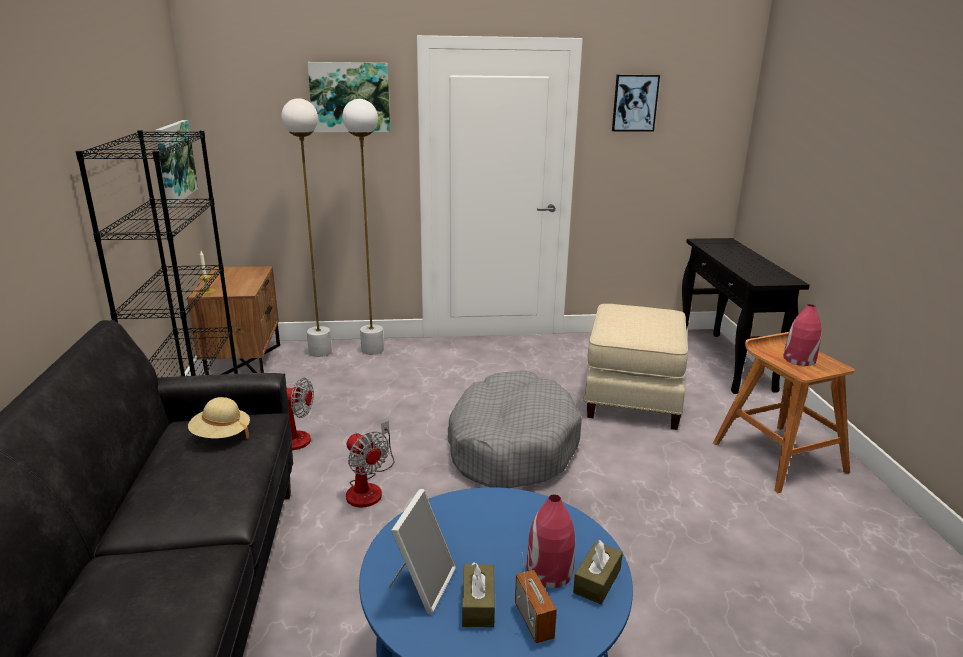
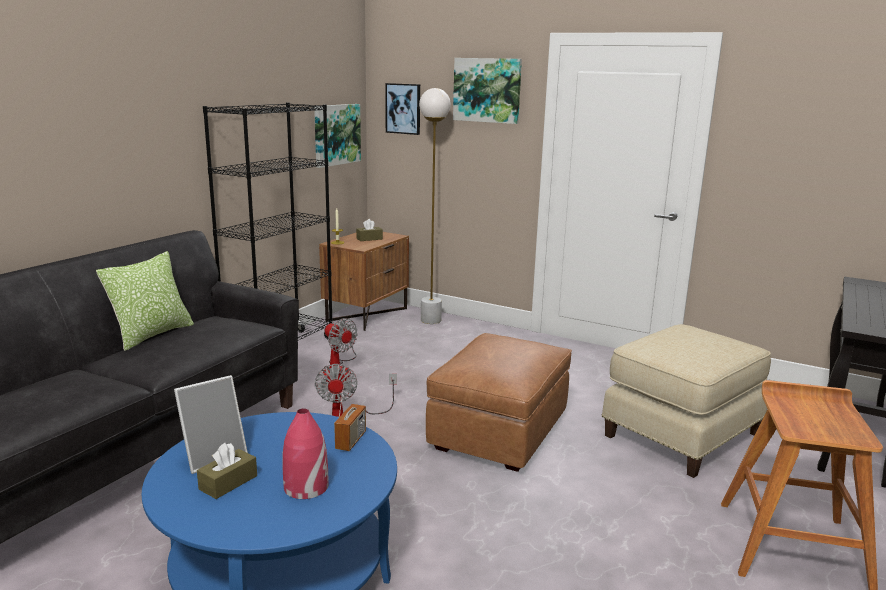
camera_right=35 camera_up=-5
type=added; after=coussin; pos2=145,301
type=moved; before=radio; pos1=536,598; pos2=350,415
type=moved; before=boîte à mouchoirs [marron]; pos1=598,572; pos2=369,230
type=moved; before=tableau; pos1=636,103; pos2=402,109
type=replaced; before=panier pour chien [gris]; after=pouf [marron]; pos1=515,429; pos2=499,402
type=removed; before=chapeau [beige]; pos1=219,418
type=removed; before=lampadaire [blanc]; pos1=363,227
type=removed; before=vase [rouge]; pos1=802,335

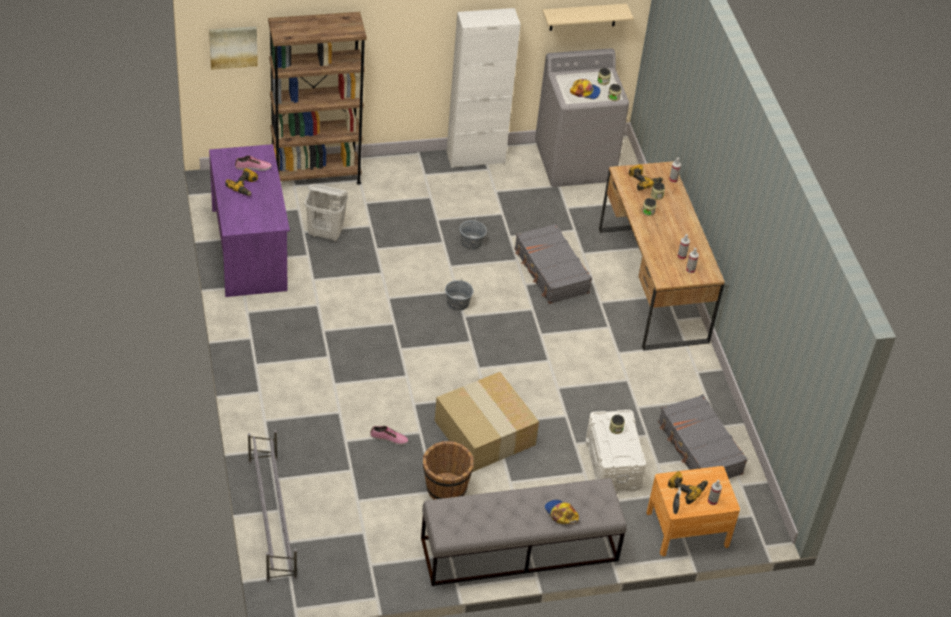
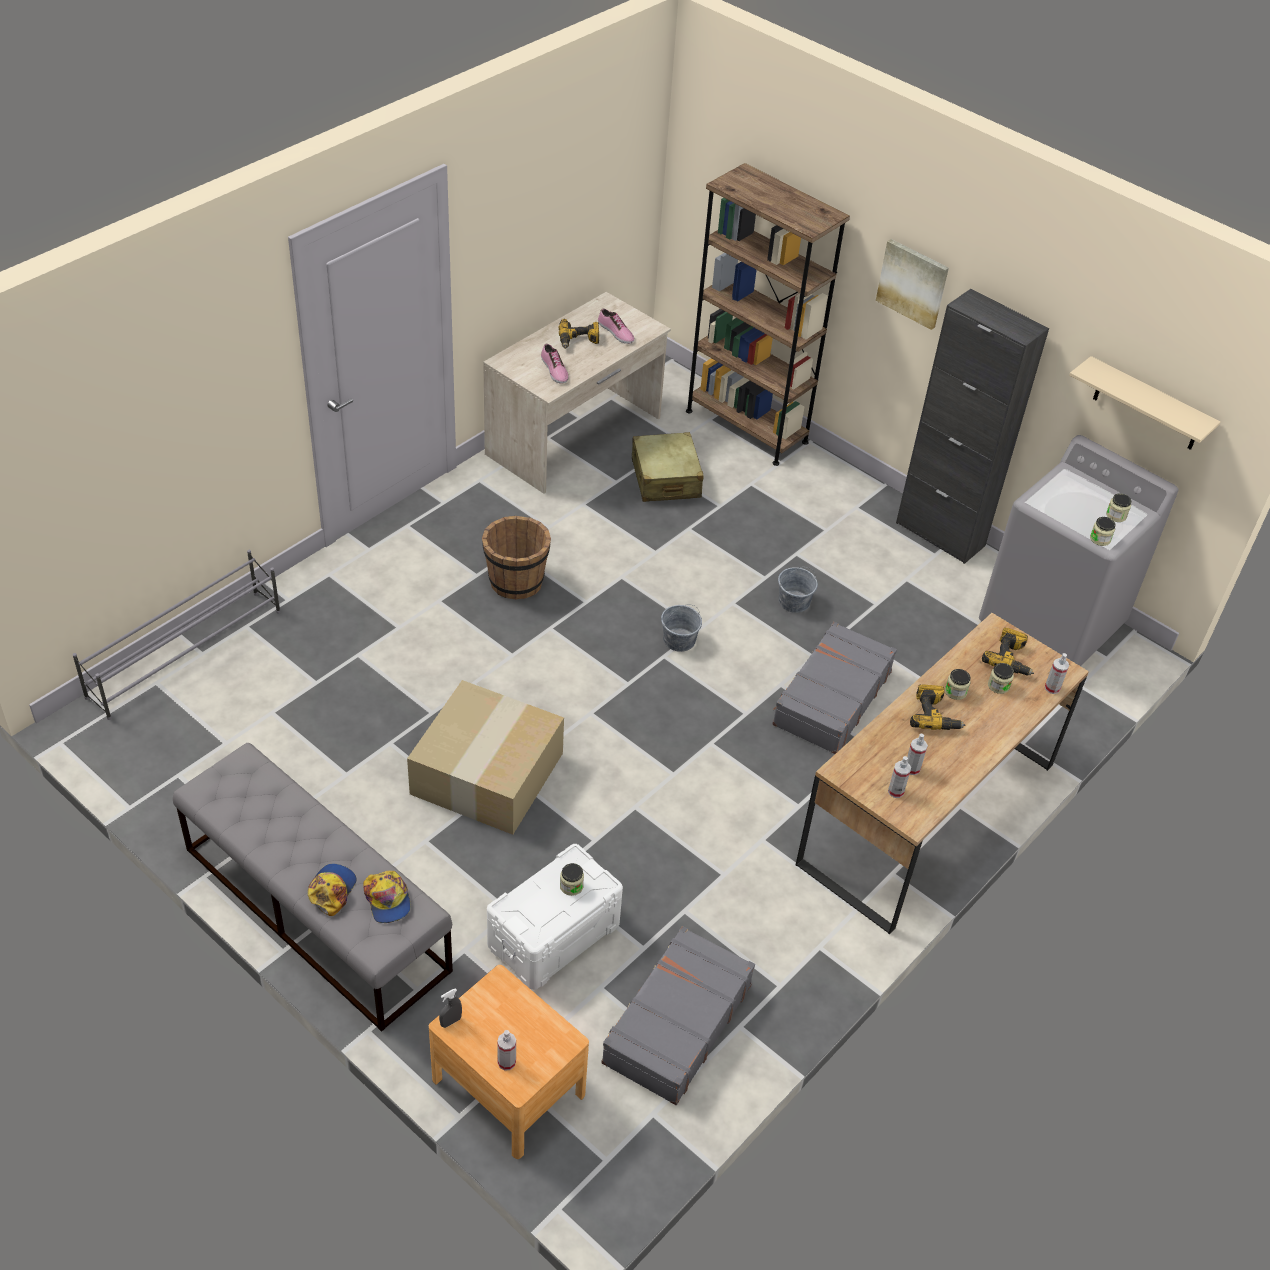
camera_right=55 camera_up=0
type=moved; before=casquette; pos1=585,89; pos2=386,897
type=moved; before=seau [marron]; pos1=448,470; pos2=516,557
type=recoloured; before=bureau [violet]; after=bureau [beige]; pos1=249,220; pos2=577,393
type=moved; before=chaussure; pos1=389,435; pos2=555,364
type=replaced; before=panier à linge [blanc]; after=valise [beige]; pos1=326,213; pos2=668,467
type=moved; before=tableau; pos1=233,48; pos2=912,284
type=recoloured; before=meuble de rangement [blanc]; after=meuble de rangement [noir]; pos1=483,88; pos2=972,426
type=moved; before=perceuse; pos1=687,487; pos2=937,707

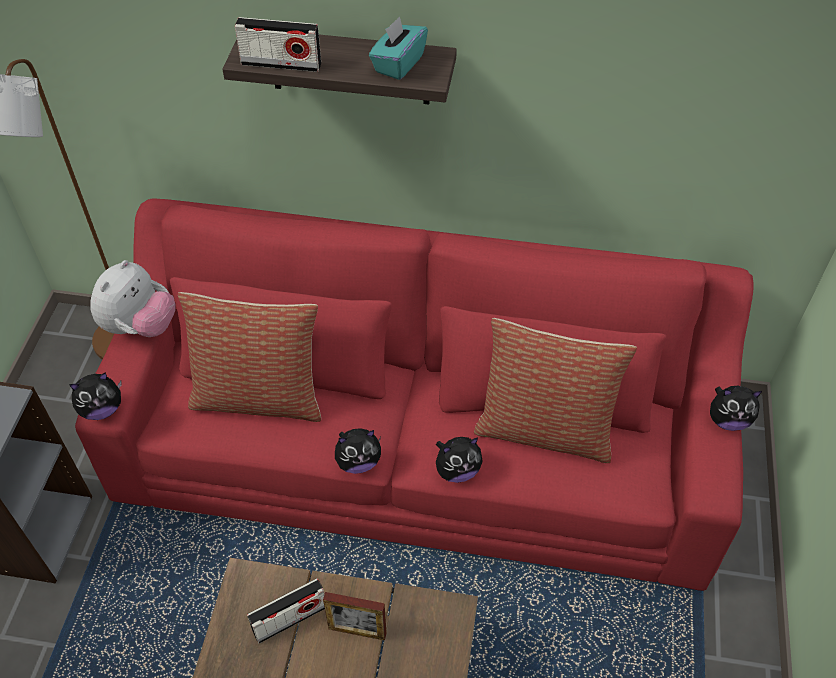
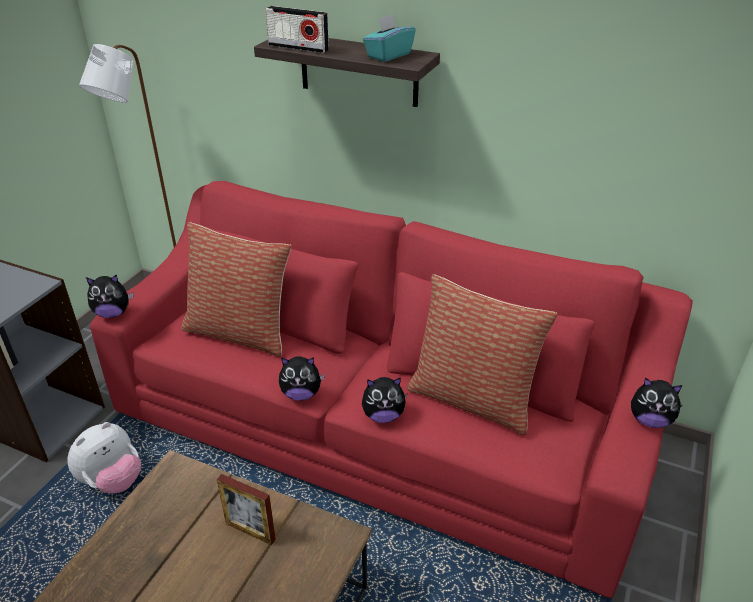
camera_right=15 camera_up=-15
type=moved; before=peluche; pos1=133,298; pos2=104,458
type=removed; before=radio; pos1=286,610

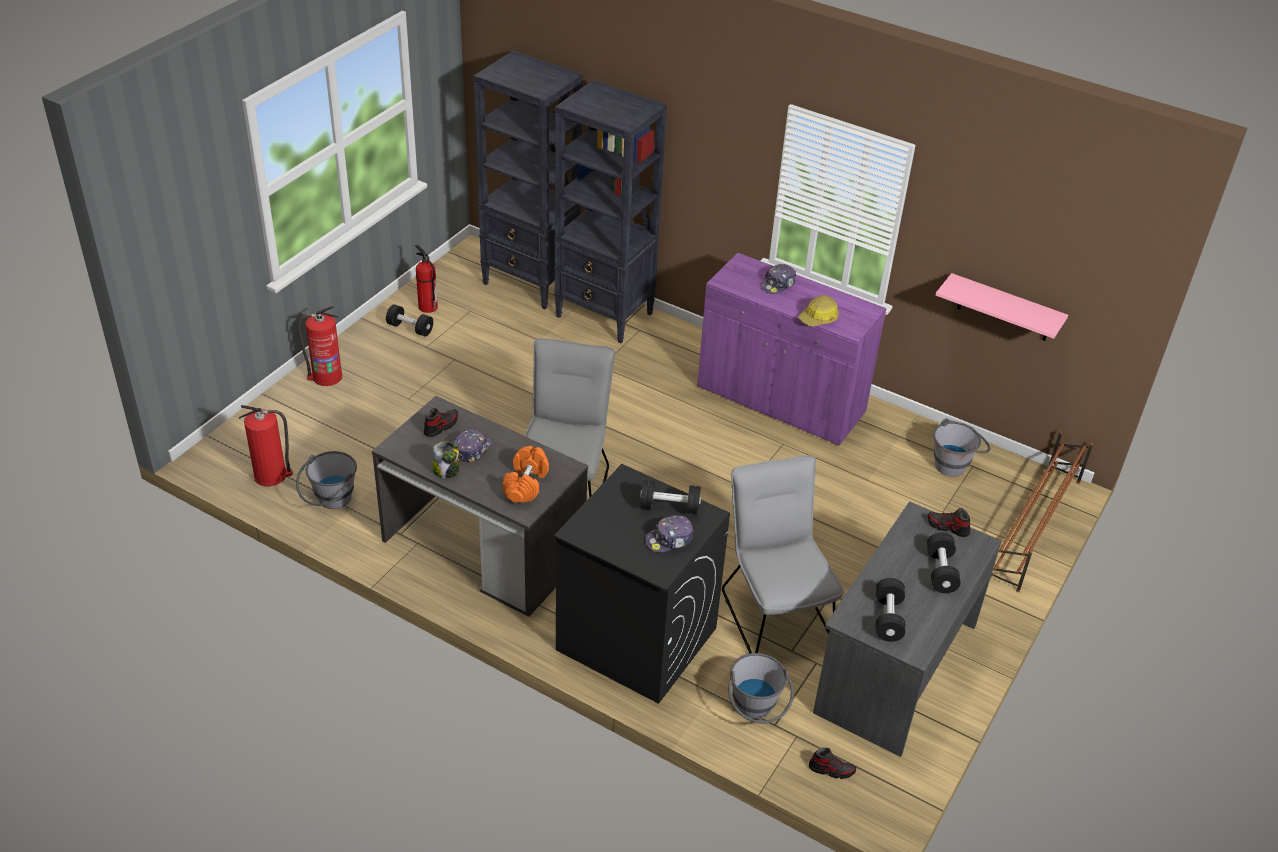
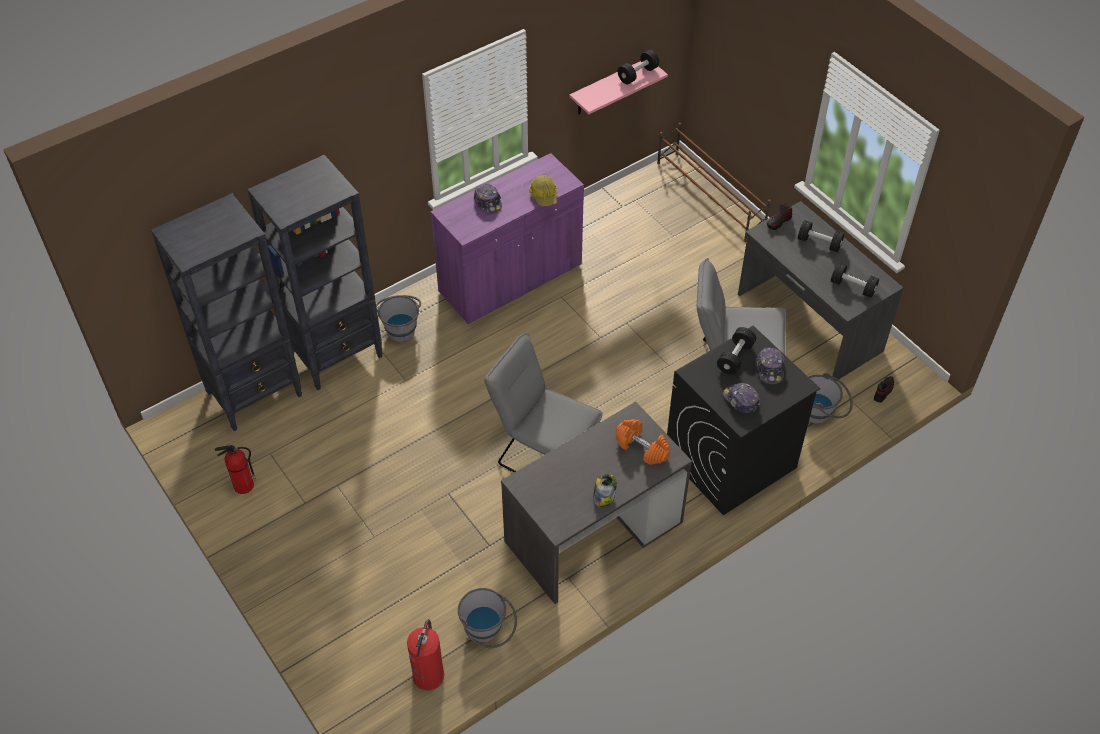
camera_right=-65 camera_up=10
type=moved; before=seau [gris]; pos1=961,447; pos2=398,318
type=moved; before=haltère [noir]; pos1=409,320; pos2=638,67
type=moved; before=casquette; pos1=472,446; pos2=741,398
type=removed; before=extincteur; pos1=320,346
type=removed; before=chaussure; pos1=441,422

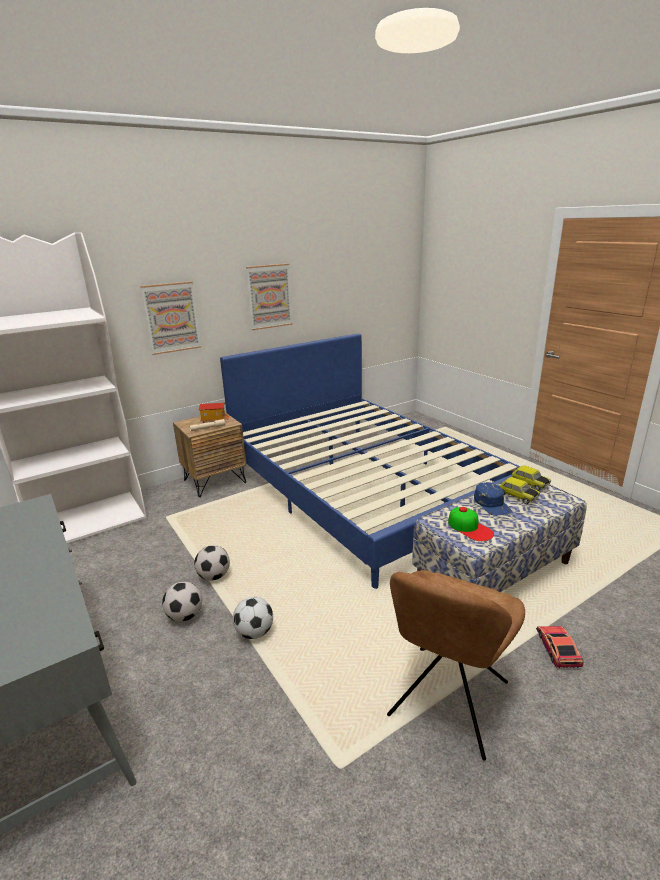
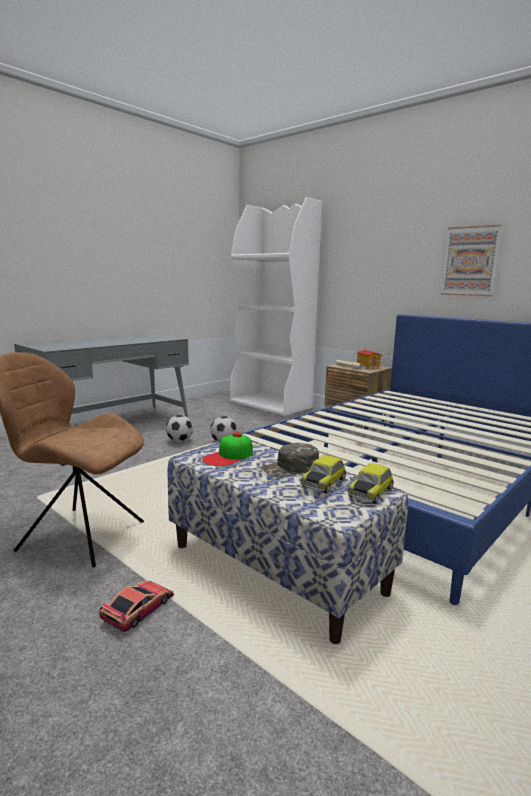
camera_right=75 camera_up=-10
type=turned; before=petite voiture; pos1=560,647; pos2=136,606; turn=-45
type=recoloured; before=casquette [bleu]; after=casquette [vert]; pos1=493,499; pos2=289,460
type=removed; before=tableau; pos1=171,318
type=removed; before=ballon de foot; pos1=253,618

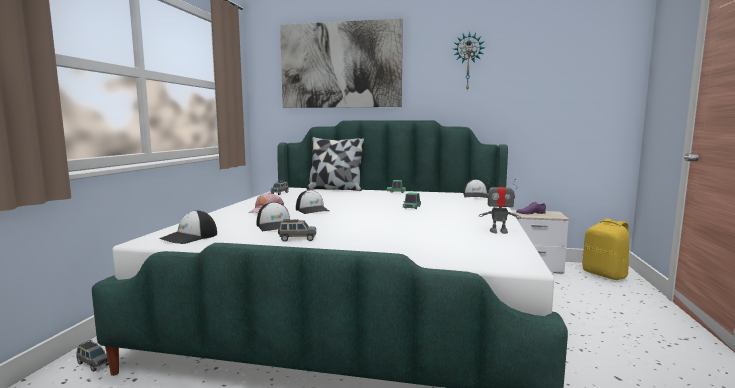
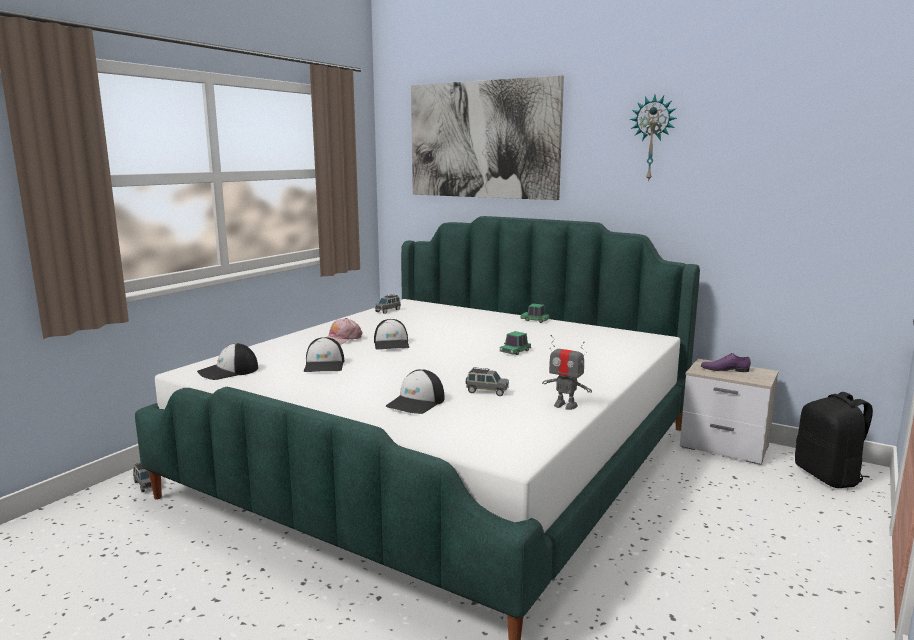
camera_right=20 camera_up=5
type=moved; before=casquette; pos1=475,188; pos2=415,391
type=moved; before=petite voiture [gris]; pos1=297,231; pos2=487,381
type=recoloured; before=sac à dos [jaune]; after=sac à dos [noir]; pos1=605,249; pos2=834,440
type=removed; before=coussin; pos1=335,164

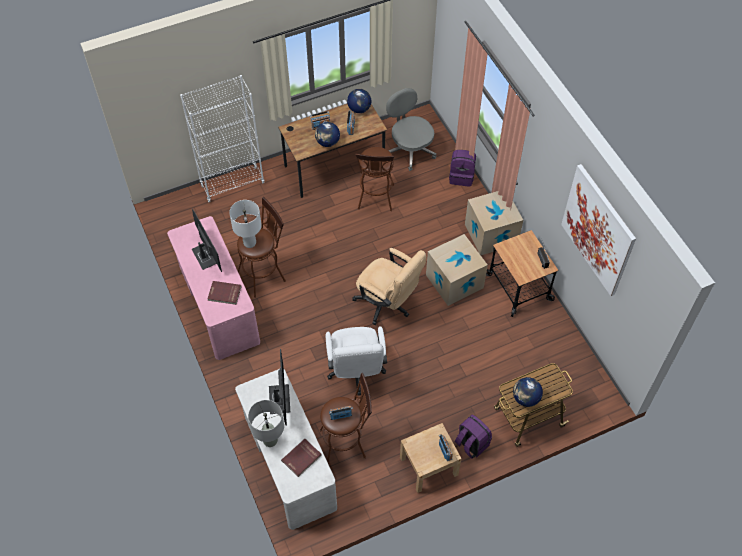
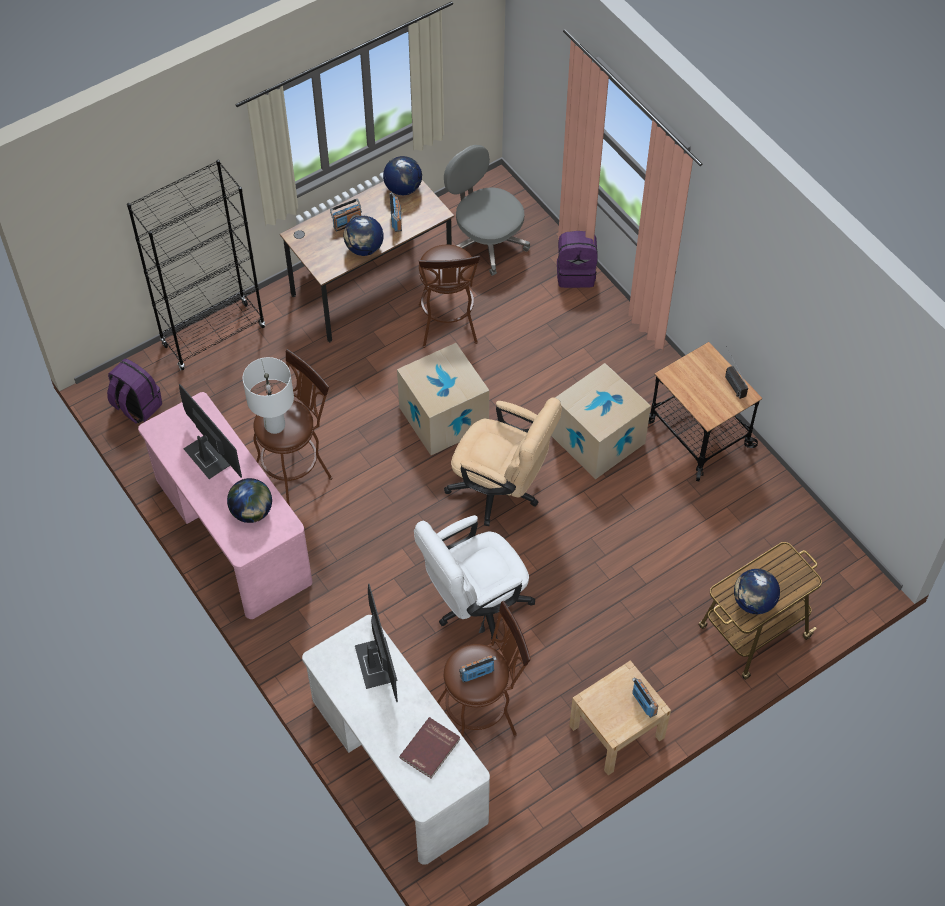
camera_right=-10 camera_up=0
type=moved; before=sac à dos [violet]; pos1=473,436; pos2=134,390
type=recoloured; before=bibliothèque [blanc]; after=bibliothèque [noir]; pos1=222,138; pos2=196,265
type=replaced; before=livre [rouge]; after=globe; pos1=224,293; pos2=249,500
type=moved; before=carton; pos1=494,223; pos2=443,399
type=turned; before=chaise de bureau [blanc]; pos1=356,361; pos2=474,579; turn=75
type=removed; before=lampe de table [gris]; pos1=266,423
type=removed; before=tableau; pos1=598,230

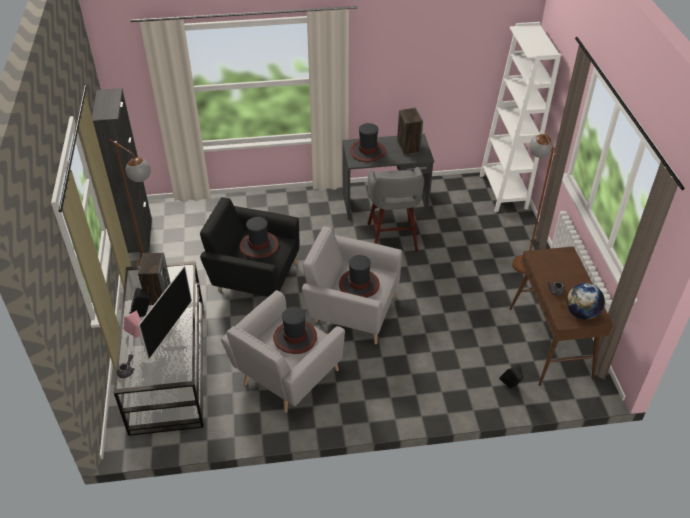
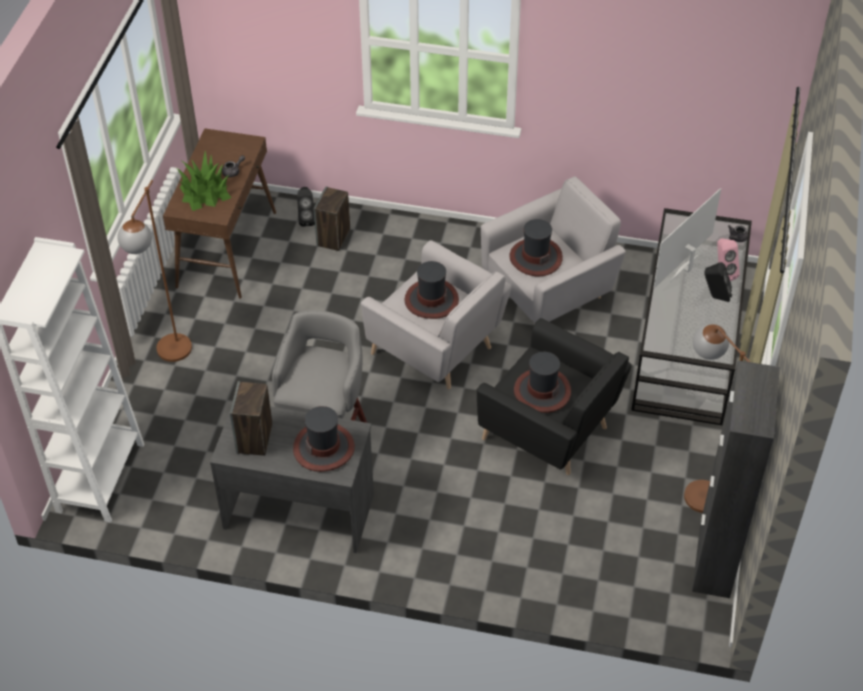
camera_right=-160 camera_up=5
type=added; after=plante en pot; pos2=203,181
type=moved; before=enceinte; pos1=154,279; pos2=332,218
type=removed; before=globe; pos1=585,301

